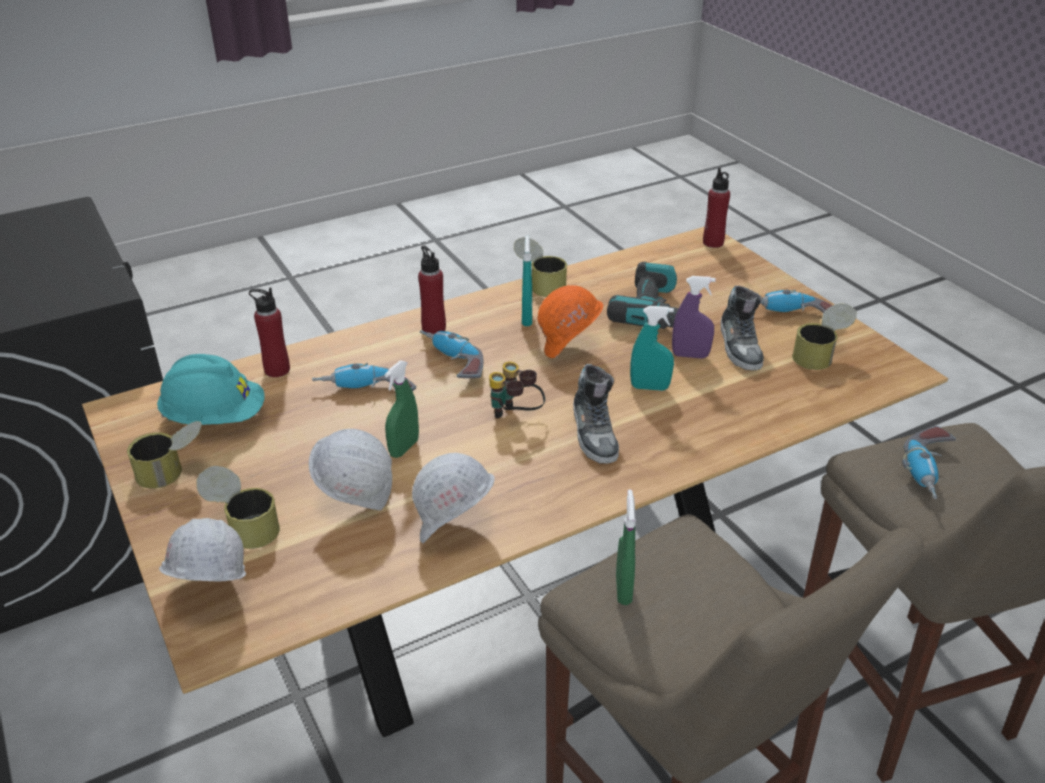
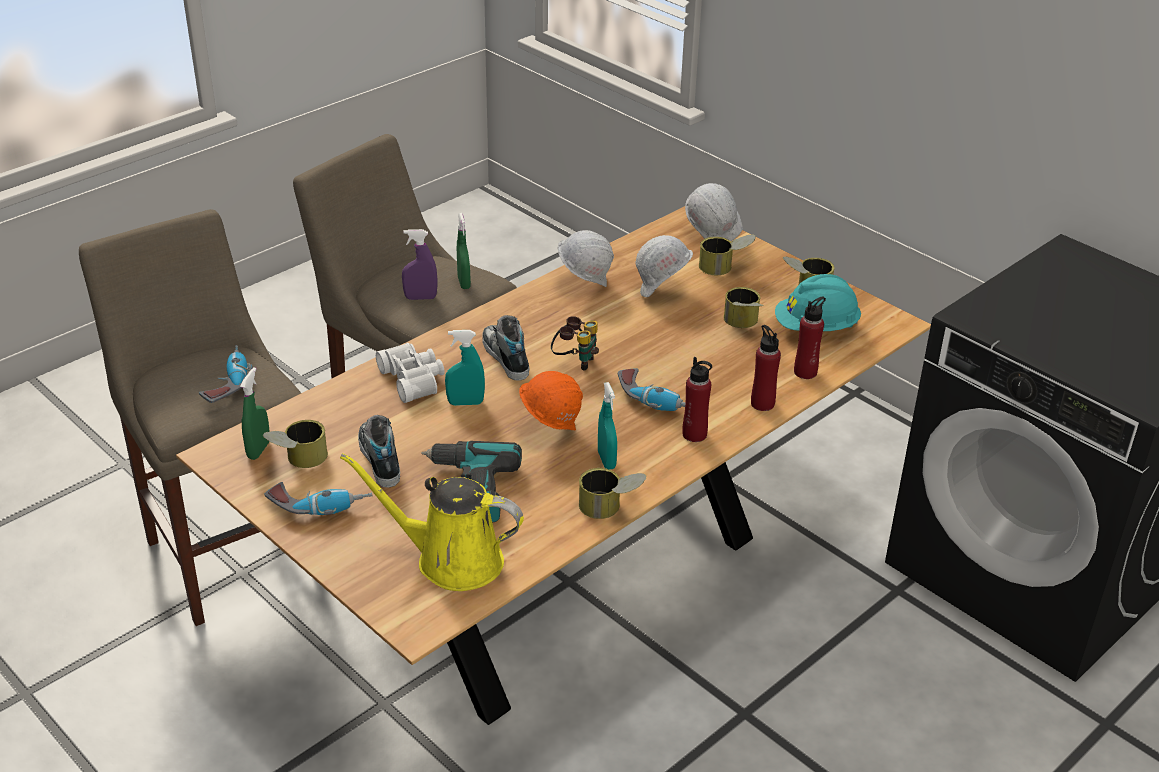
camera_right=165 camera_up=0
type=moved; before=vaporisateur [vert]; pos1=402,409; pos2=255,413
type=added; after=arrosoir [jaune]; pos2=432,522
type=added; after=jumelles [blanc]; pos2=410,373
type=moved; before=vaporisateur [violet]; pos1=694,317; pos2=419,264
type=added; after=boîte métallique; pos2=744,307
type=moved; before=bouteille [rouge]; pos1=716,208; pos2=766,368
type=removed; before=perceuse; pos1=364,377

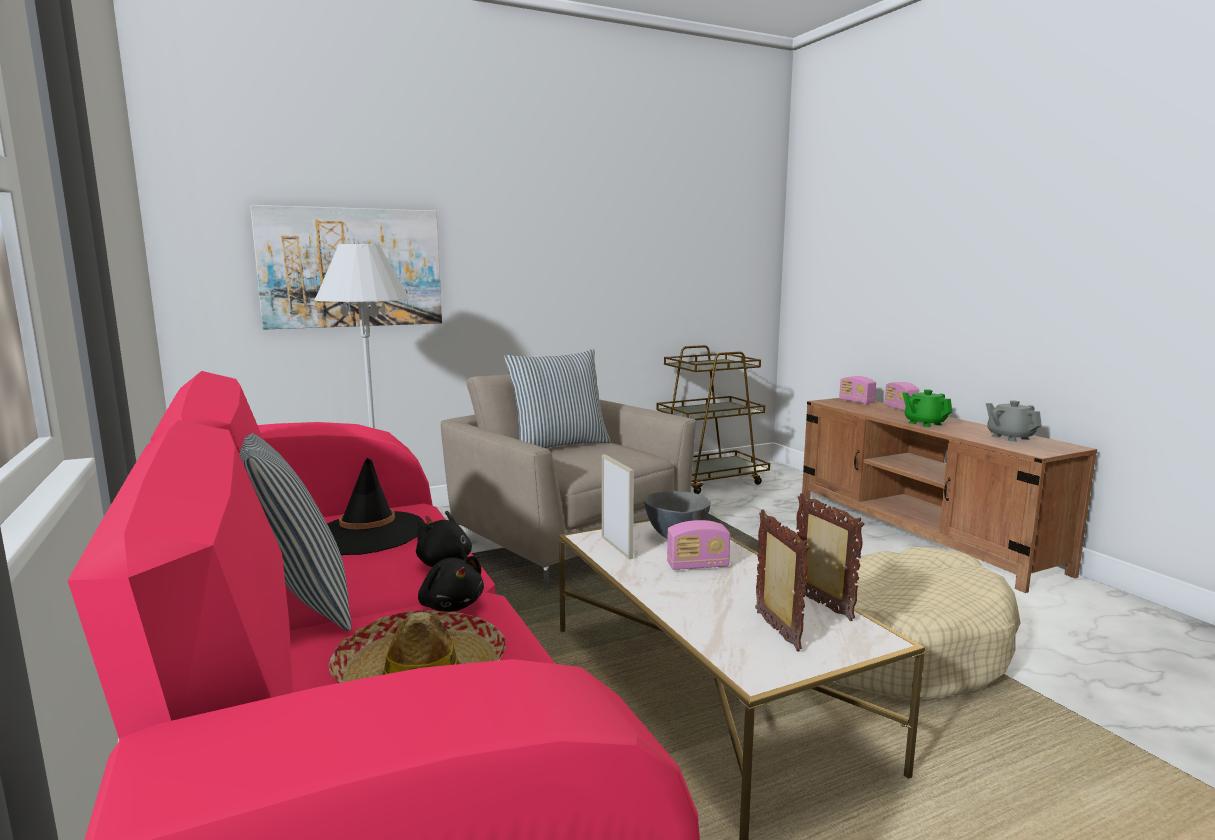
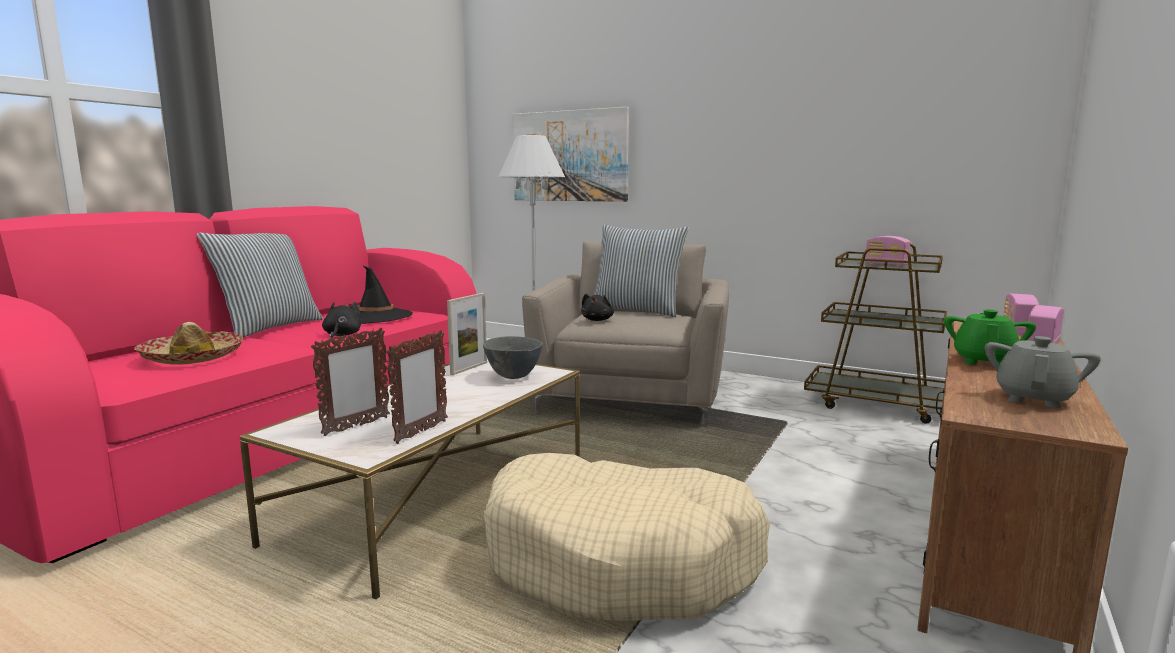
camera_right=55 camera_up=0
type=moved; before=peluche [noir]; pos1=451,584; pos2=597,307
type=moved; before=radio; pos1=698,545; pos2=887,251

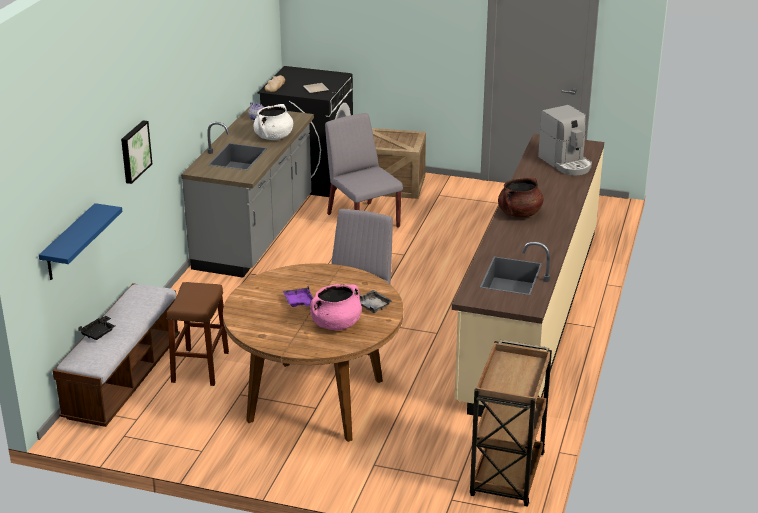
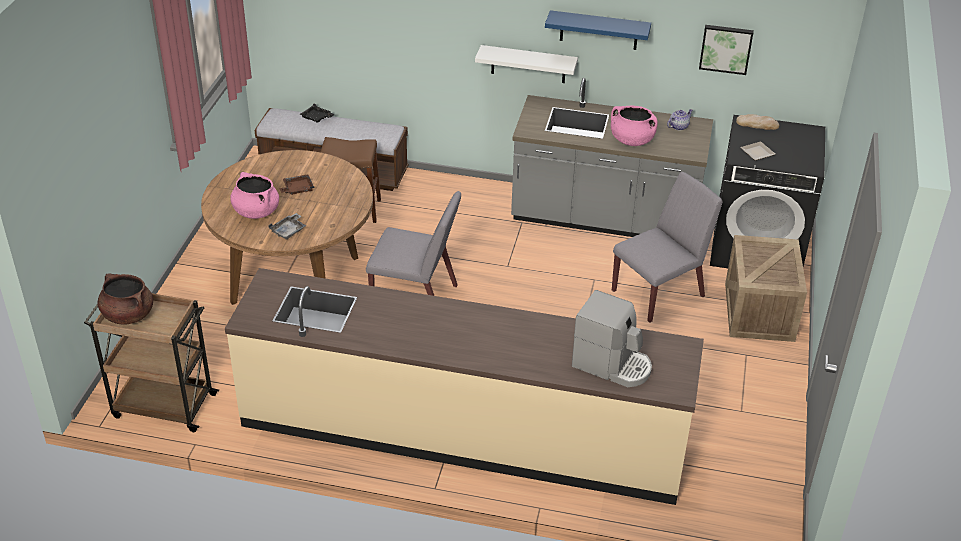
camera_right=85 camera_up=10
type=moved; before=marmite [marron]; pos1=520,197; pos2=125,299
type=recoloured; before=plateau [violet]; after=plateau [marron]; pos1=298,296; pos2=296,185
type=added; after=étagère [blanc]; pos2=526,64
type=moved; before=étagère [bleu]; pos1=81,241; pos2=598,30
type=turned; before=machine à café; pos1=565,140; pos2=612,338; turn=-120
type=recoloured; before=marmite [blanc]; after=marmite [rose]; pos1=273,122; pos2=634,126
type=moved; before=tableau; pos1=136,152; pos2=726,50

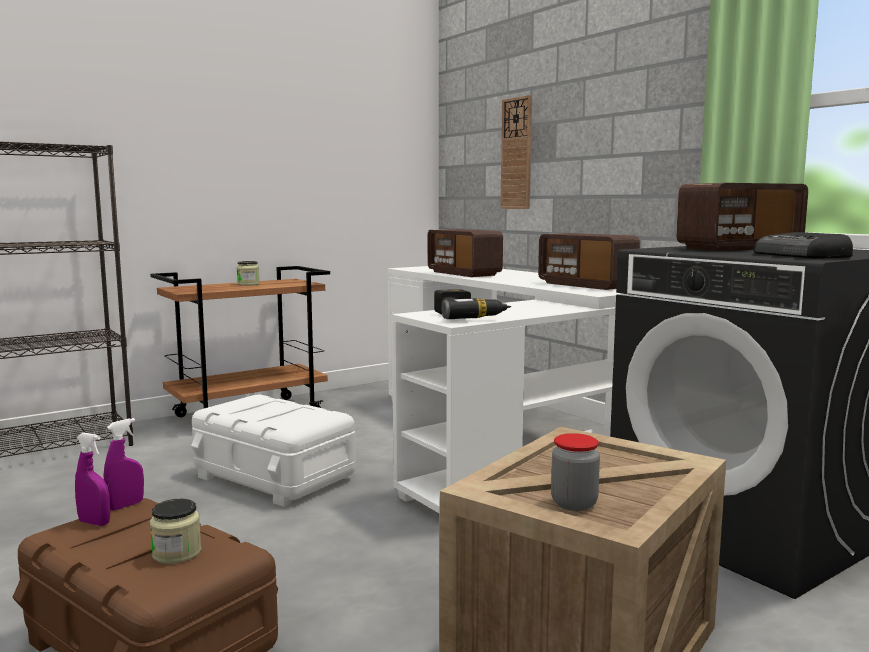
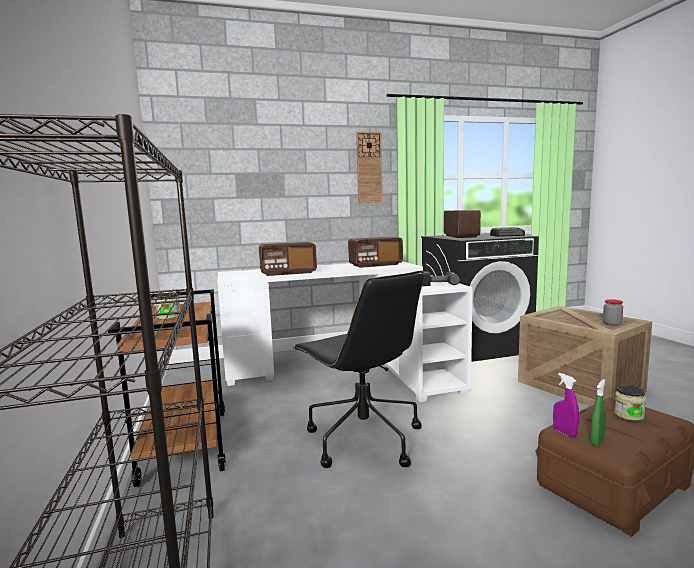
camera_right=-70 camera_up=0
type=replaced; before=boîte de rangement [blanc]; after=chaise de bureau [noir]; pos1=273,451; pos2=358,369
type=moved; before=horloge murale; pos1=516,152; pos2=369,167
type=recoloured; before=vaporisateur [violet]; after=vaporisateur [vert]; pos1=92,479; pos2=598,412

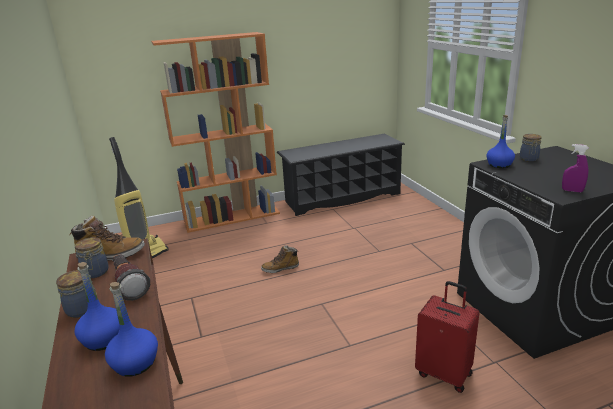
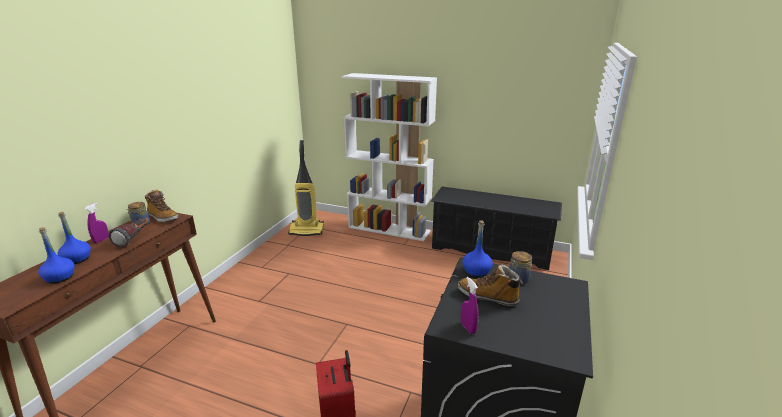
camera_right=40 camera_up=0
type=replaced; before=bocal; after=vaporisateur [violet]; pos1=76,294; pos2=97,223
type=recoloured; before=bibliothèque [orange]; after=bibliothèque [blanc]; pos1=215,132; pos2=389,157
type=moved; before=botte; pos1=280,259; pos2=490,285

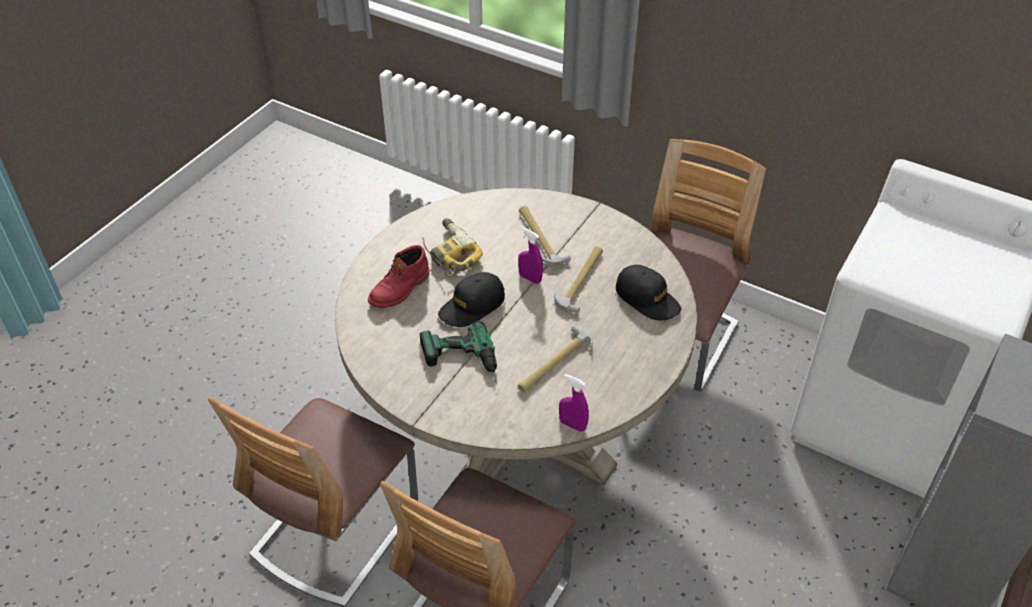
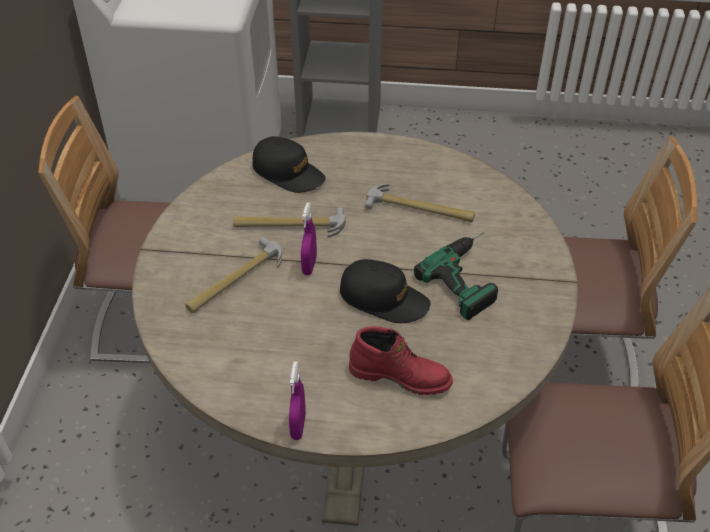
camera_right=-115 camera_up=0
type=turned; before=casquette [noir]; pos1=649,292; pos2=289,164; turn=105
type=moved; before=vaporisateur [violet]; pos1=574,403; pos2=297,401
type=removed; before=perceuse; pos1=452,248

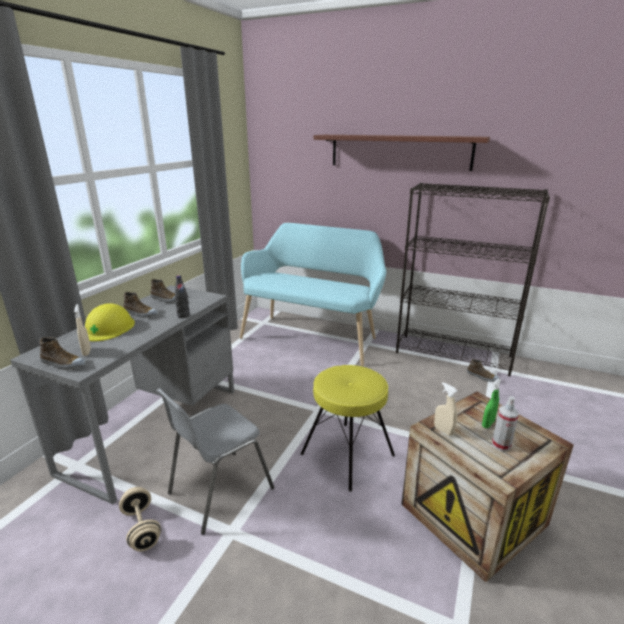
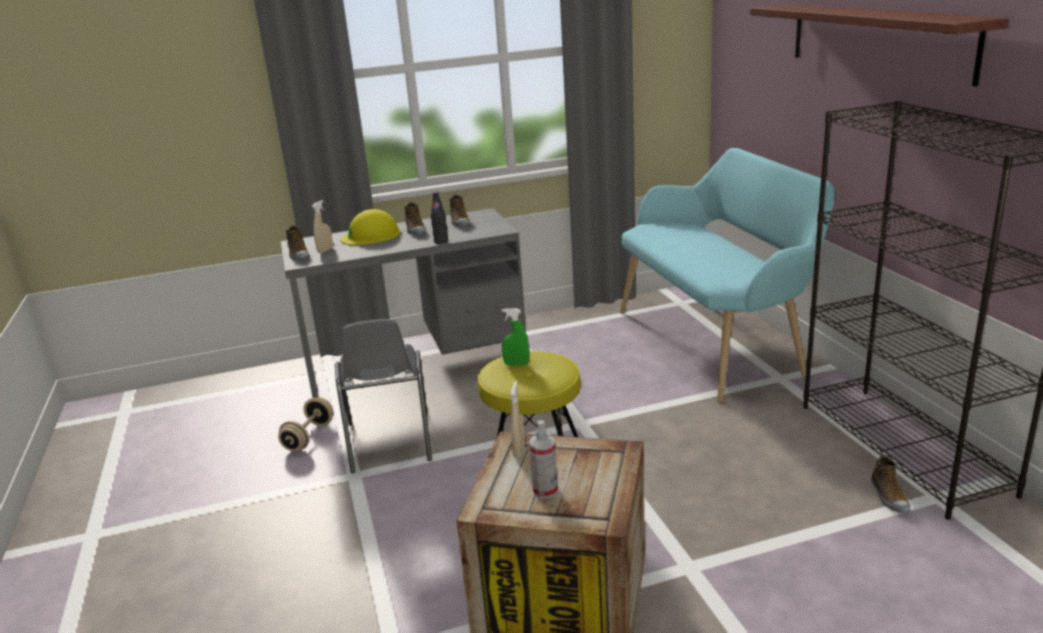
camera_right=50 camera_up=0
type=turned; before=chaise [gris]; pos1=215,461; pos2=383,396; turn=-105
type=moved; before=vaporisateur [vert]; pos1=491,403; pos2=515,337

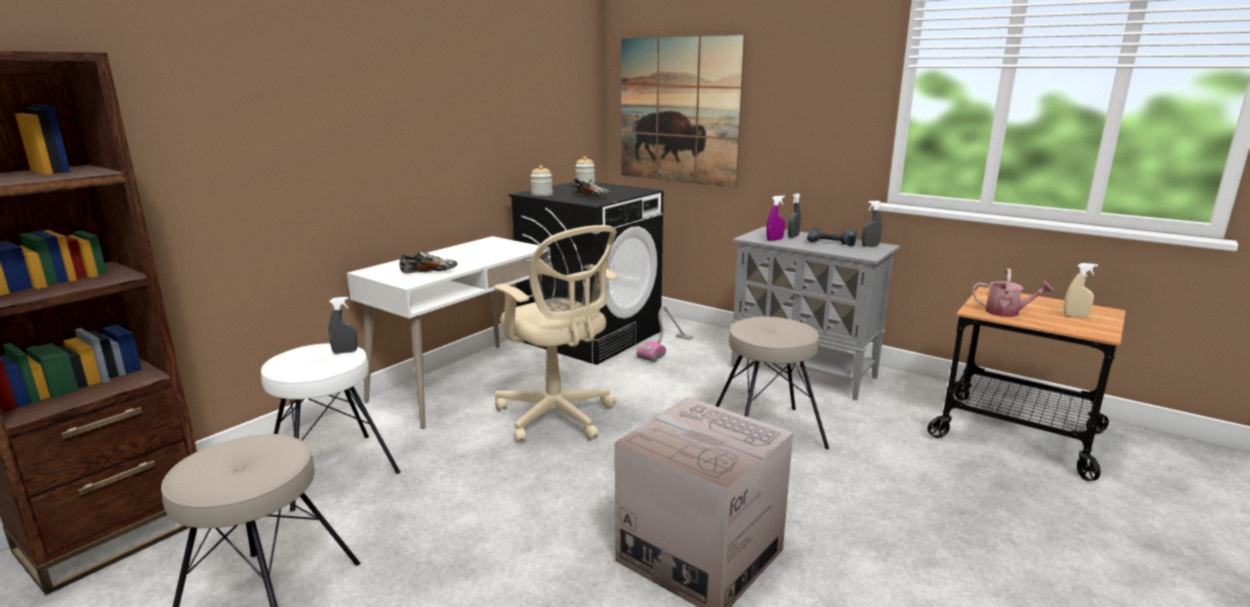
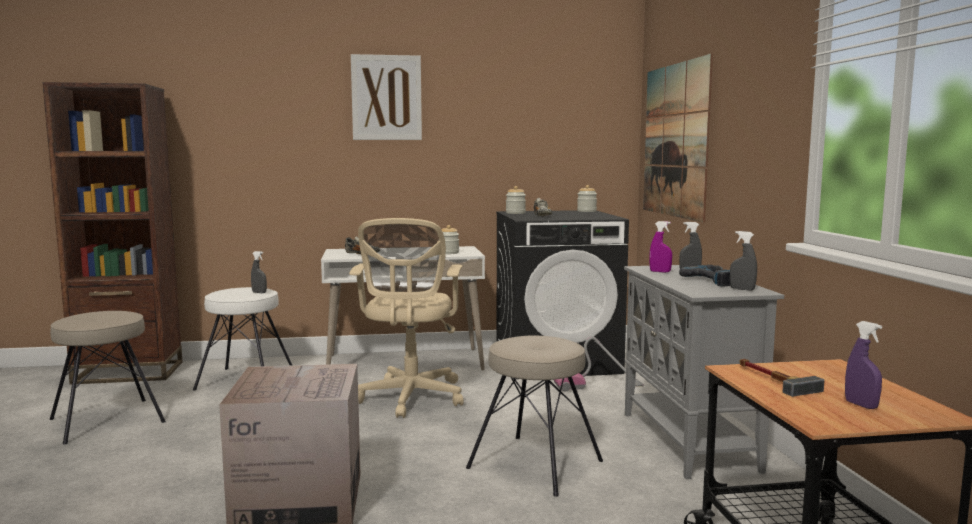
camera_right=45 camera_up=-10
type=added; after=tableau; pos2=386,97
type=added; after=bocal; pos2=450,239
type=replaced; before=arrosoir; after=marteau; pos1=1013,292; pos2=782,378
type=recoloured; before=vaporisateur [beige]; after=vaporisateur [violet]; pos1=1080,290; pos2=863,365

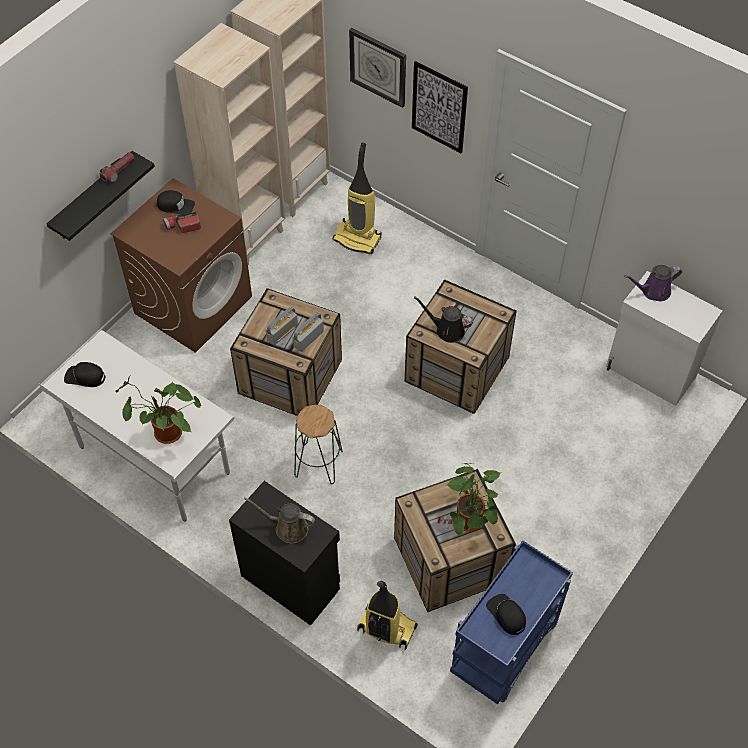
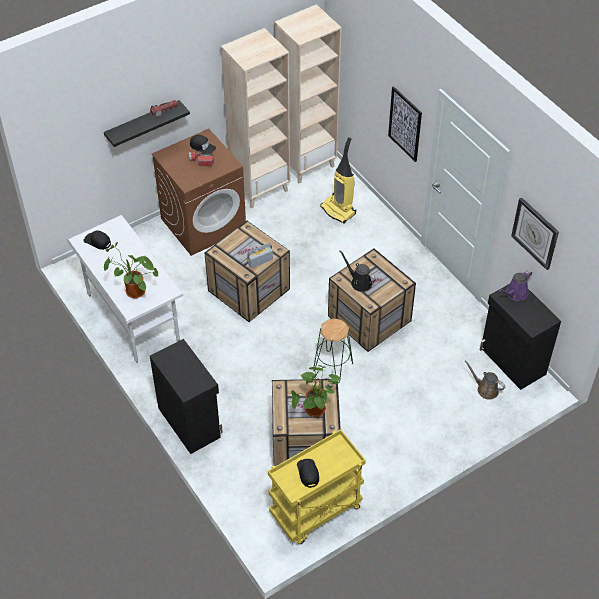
camera_right=20 camera_up=-5
type=recoloured; before=chariot [bleu]; after=chariot [jaune]; pos1=511,622; pos2=317,486
type=moved; before=tabouret [vert]; pos1=318,444; pos2=333,351
type=moved; before=arrosoir [marron]; pos1=279,520; pos2=485,380
type=recoloured; before=meuble de rangement [blanc]; after=meuble de rangement [noir]; pos1=664,338; pos2=520,337
type=turned; before=arrosoir [violet]; pos1=653,283; pos2=515,285; turn=-45
type=moved; before=horloge murale; pos1=377,68; pos2=535,234
type=removed; before=radio; pos1=282,326
type=removed; before=aspirateur; pos1=387,615

